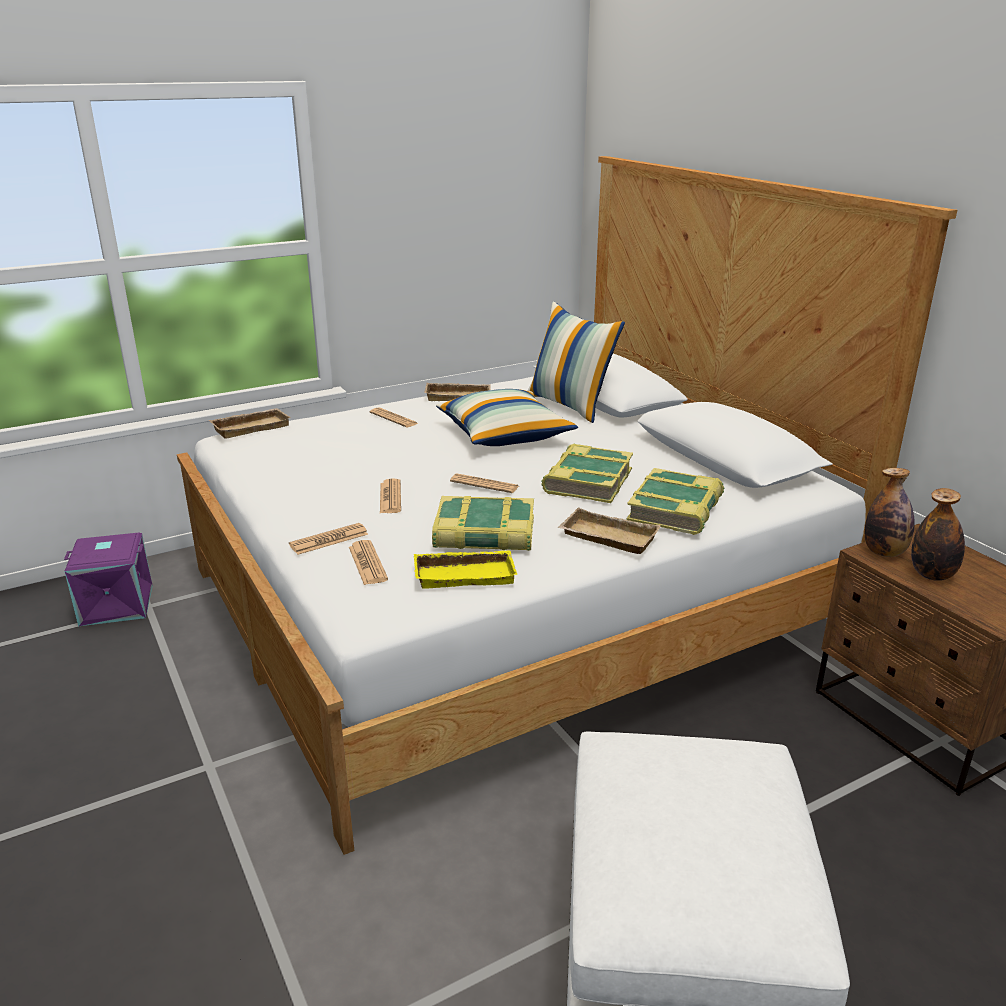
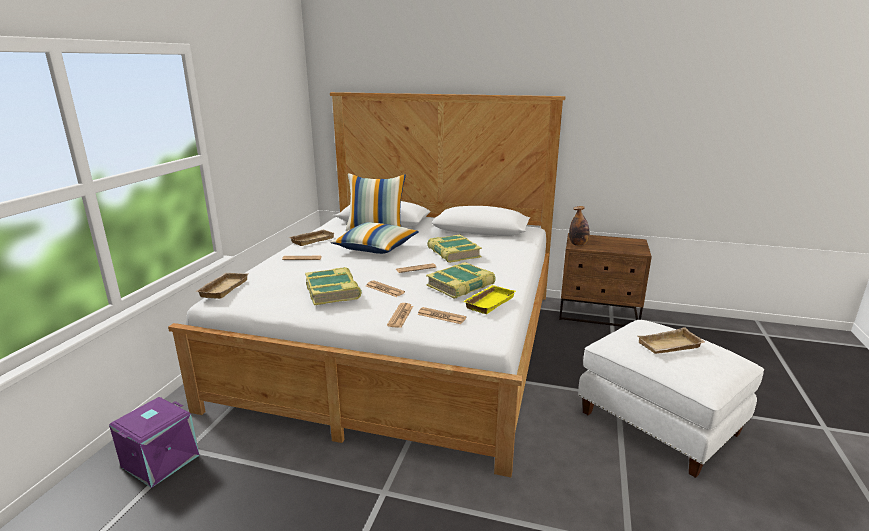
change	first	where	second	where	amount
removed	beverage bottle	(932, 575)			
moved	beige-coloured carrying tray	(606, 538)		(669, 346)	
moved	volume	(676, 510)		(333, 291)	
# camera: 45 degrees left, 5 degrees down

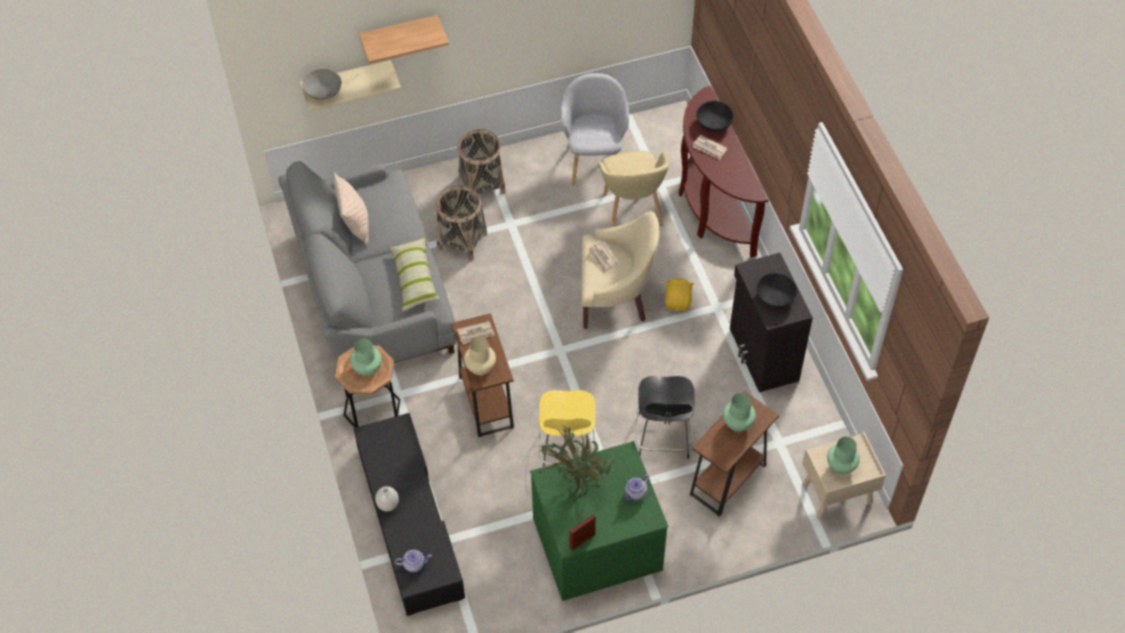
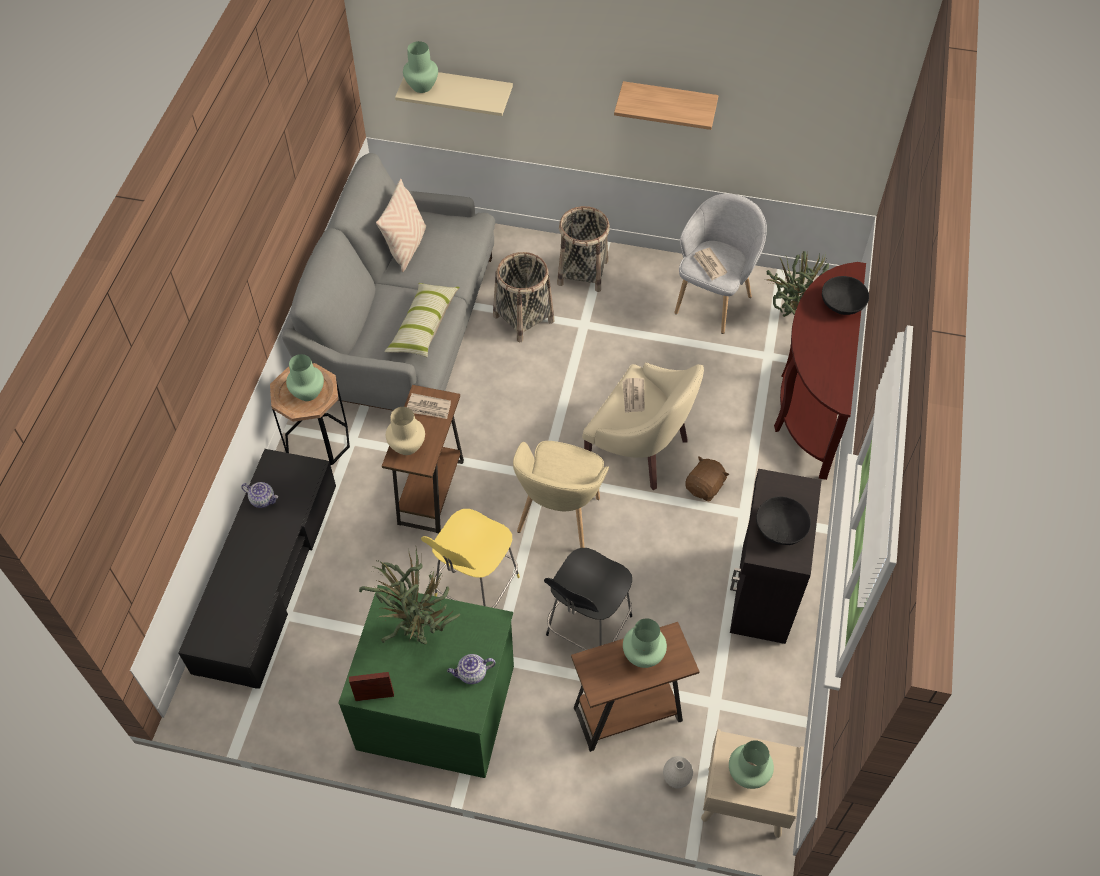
change	first	where	second	where	amount
added			potted plant	(793, 314)	
moved	shelf	(399, 35)		(669, 102)	
moved	white flower vase	(388, 505)		(676, 778)	
moved	teapot	(414, 564)		(263, 499)	
moved	beige-coloured armchair	(631, 212)		(559, 518)	
moved	daily paper	(709, 148)		(709, 265)	
replaced	greyish serving bowl	(323, 91)	green flower vase	(422, 86)	
recoloured	yellow plush toy	(678, 302)	brown-coloured plush toy	(705, 487)	
# camera: 30 degrees right, 0 degrees up

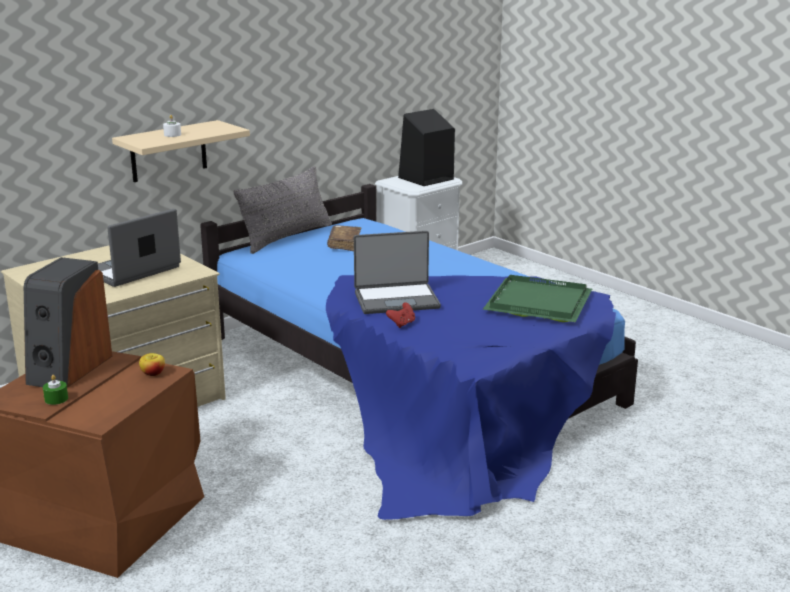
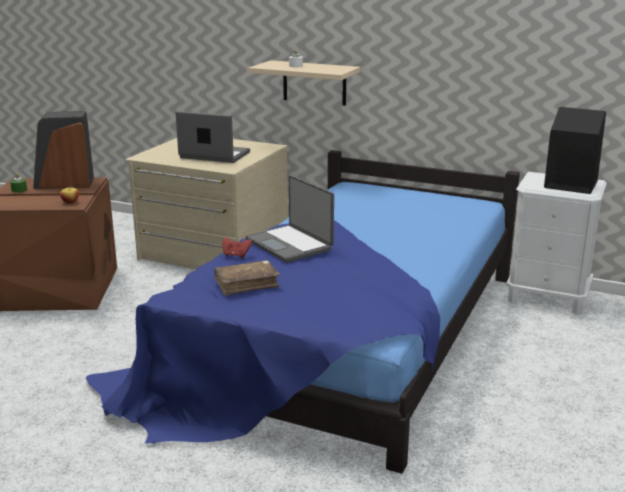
change	first	where	second	where	amount
removed	greyish pillow	(286, 237)			
removed	green carrying tray	(537, 302)			
moved	brown-coloured volume	(344, 244)		(246, 284)	
# camera: 65 degrees right, 0 degrees up

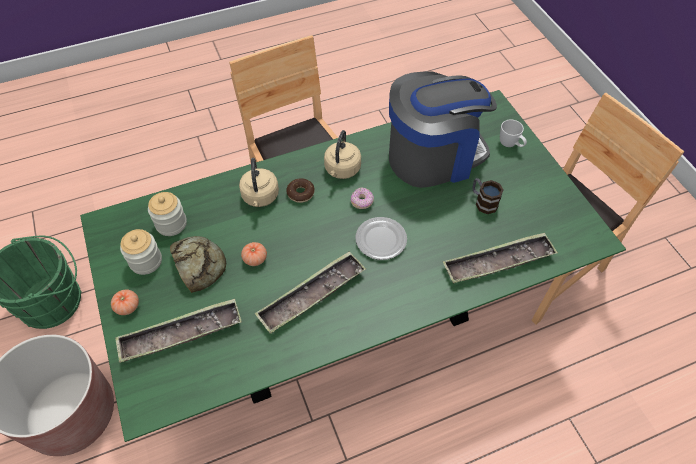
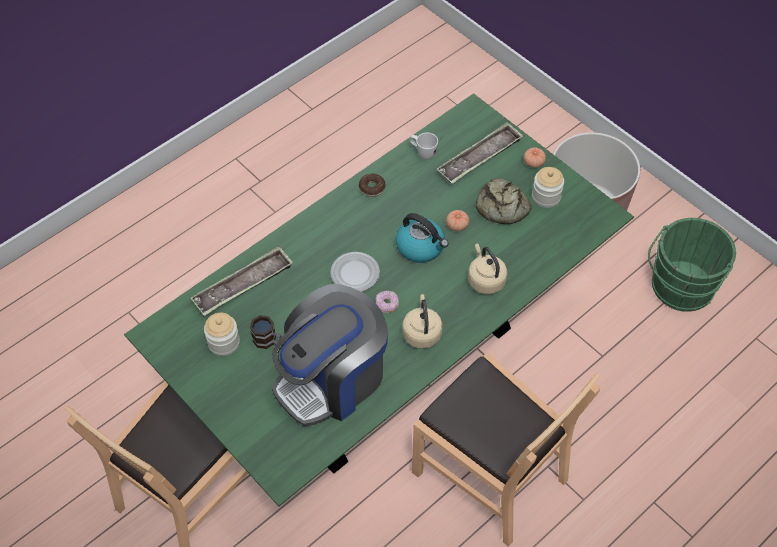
change	first	where	second	where	amount
removed	carrying tray	(311, 295)			
added			tea kettle	(421, 247)	
moved	preserve jar	(171, 224)		(224, 343)	
moved	ring doughnut	(300, 193)		(372, 188)	
moved	white mug	(510, 145)		(422, 153)	
# camera: 160 degrees right, 0 degrees up

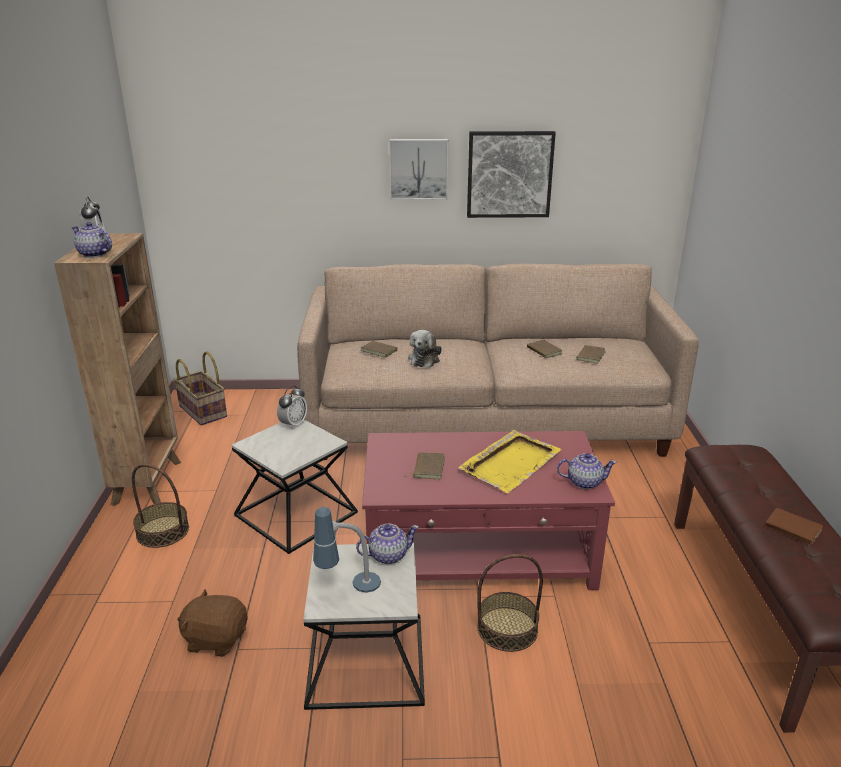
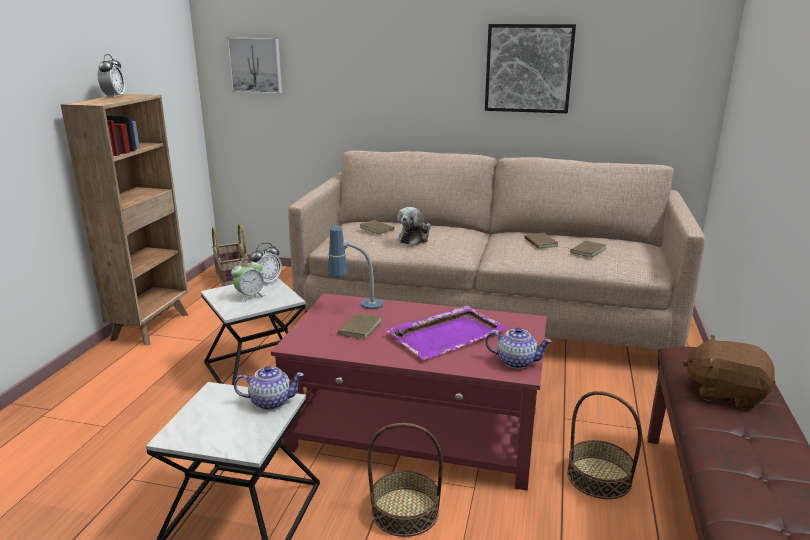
change	first	where	second	where	amount
removed	teapot	(95, 254)			
removed	brown-coloured volume	(792, 529)			
added			table clock	(250, 296)	
moved	storage basket	(163, 531)		(599, 477)	
moved	brown-coloured plush toy	(216, 639)		(725, 393)	
moved	lamp for a table	(349, 590)		(356, 306)	
moved	picture	(418, 169)		(256, 65)	
recoloured	yellow carrying tray	(511, 463)	purple carrying tray	(447, 334)	
# camera: 15 degrees right, 5 degrees down

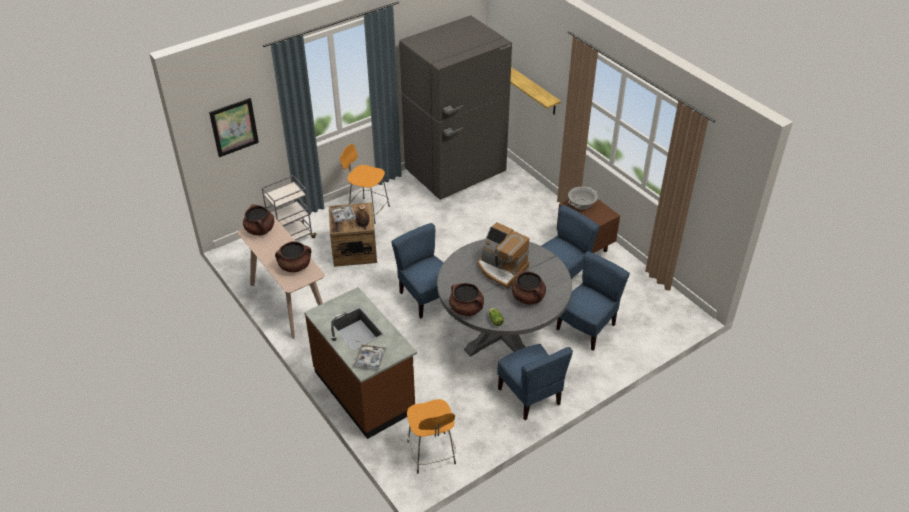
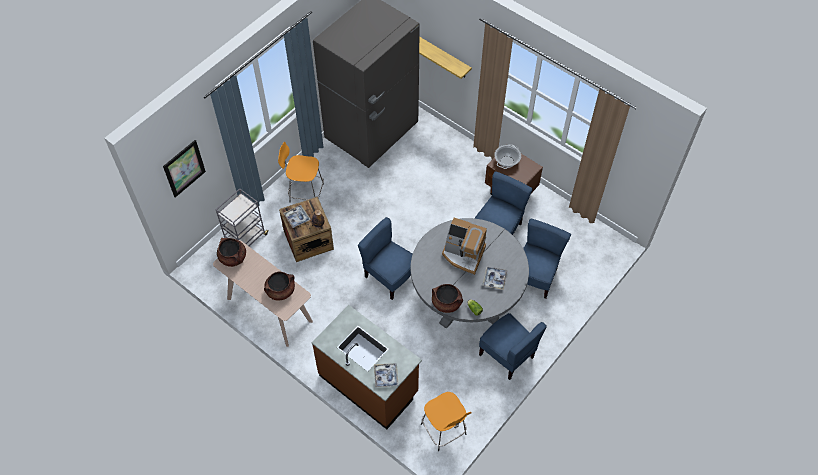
change	first	where	second	where	amount
replaced	brown-coloured stockpot	(528, 297)	carrying tray	(494, 279)	
# camera: 15 degrees left, 15 degrees up

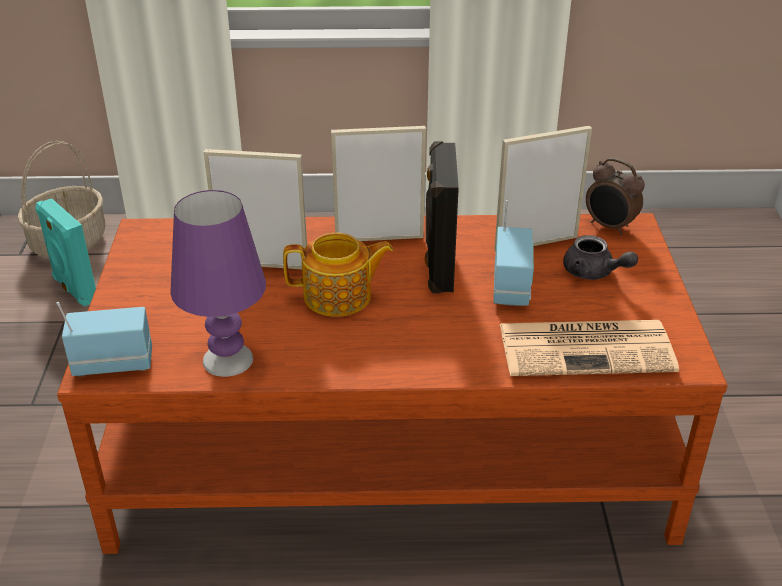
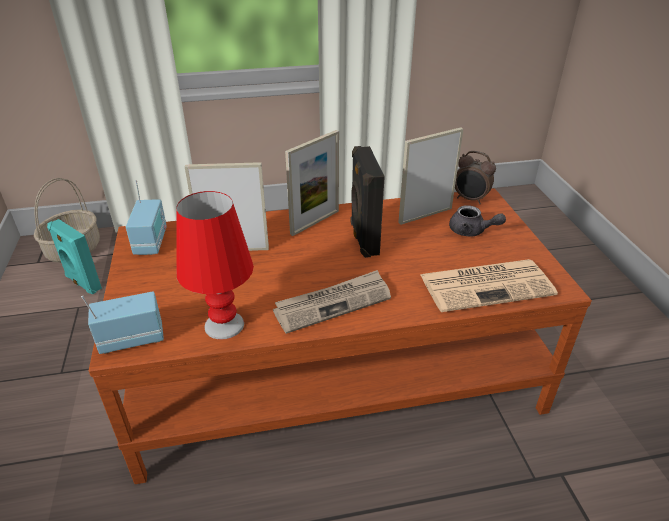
change	first	where	second	where	amount
removed	teapot	(339, 296)			
added			daily paper	(333, 303)	
moved	radio receiver	(512, 287)		(151, 242)	
recoloured	purple lamp for a table	(227, 359)	reddish lamp for a table	(224, 325)	
turned	standing frame	(379, 238)		(315, 222)	150 degrees clockwise
# camera: 10 degrees left, 0 degrees up

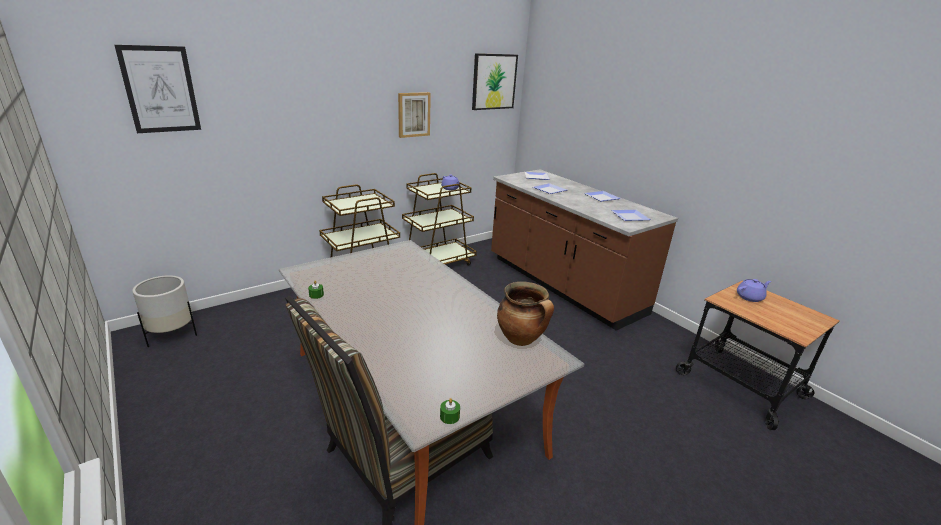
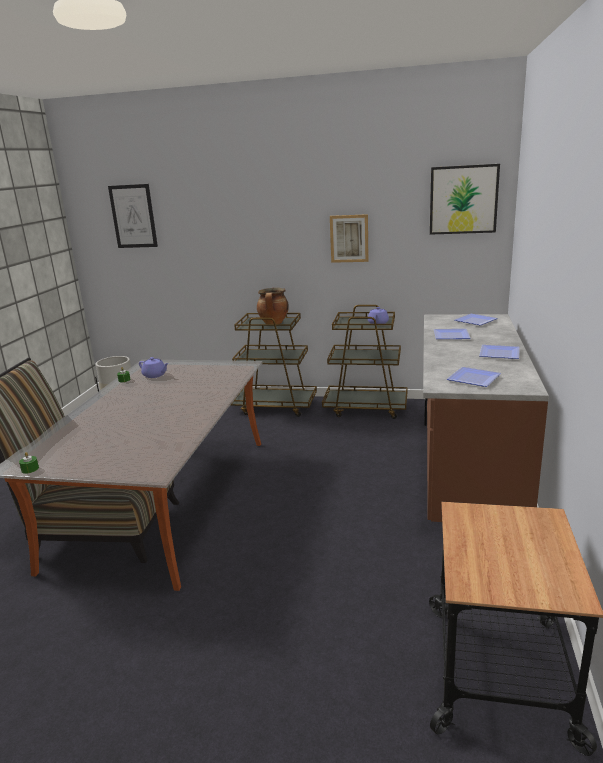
change	first	where	second	where	amount
moved	stockpot	(522, 339)		(274, 323)	
moved	purple teapot	(750, 297)		(155, 375)	
# camera: 50 degrees right, 5 degrees down

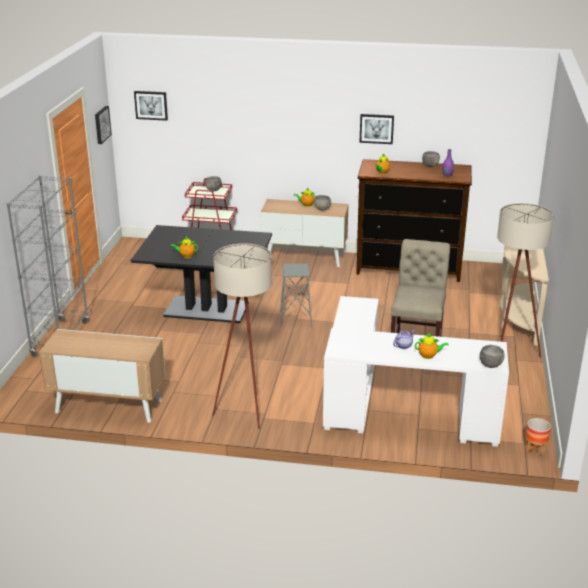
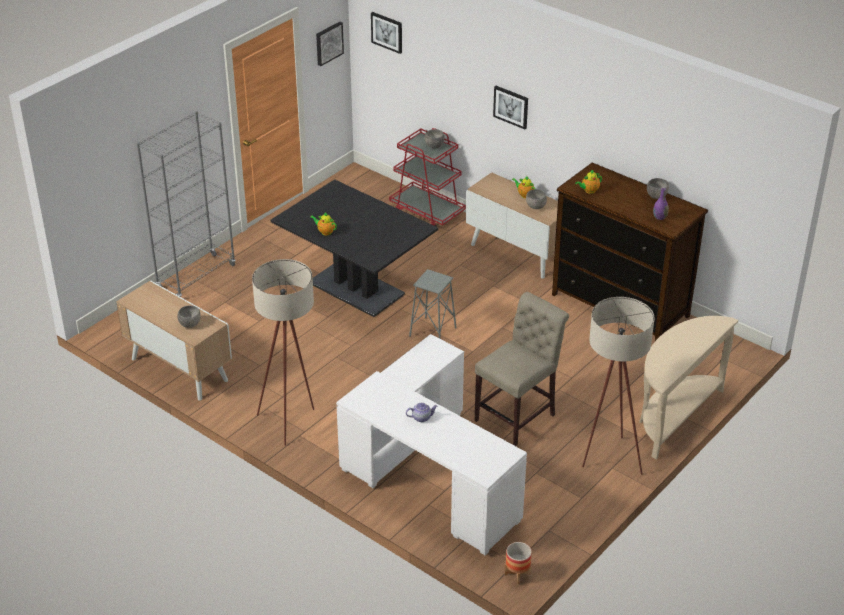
change	first	where	second	where	amount
removed	teapot	(429, 356)			
moved	picture	(376, 128)		(511, 106)	
moved	greyish serving bowl	(490, 365)		(190, 324)	
# camera: 30 degrees right, 10 degrees up

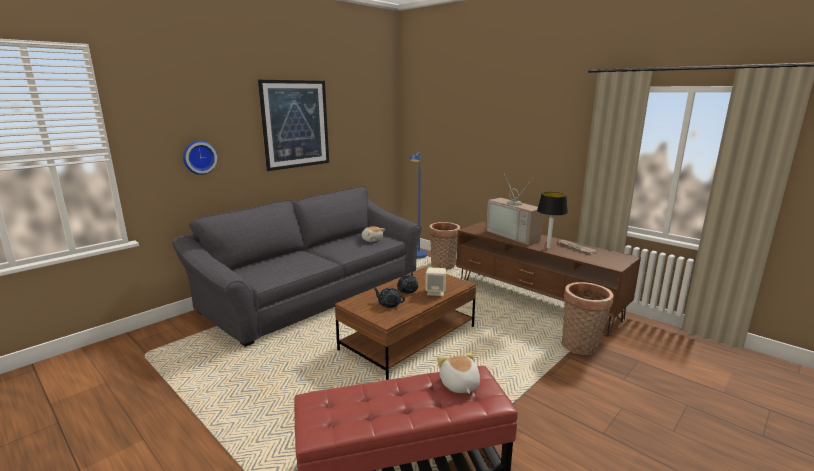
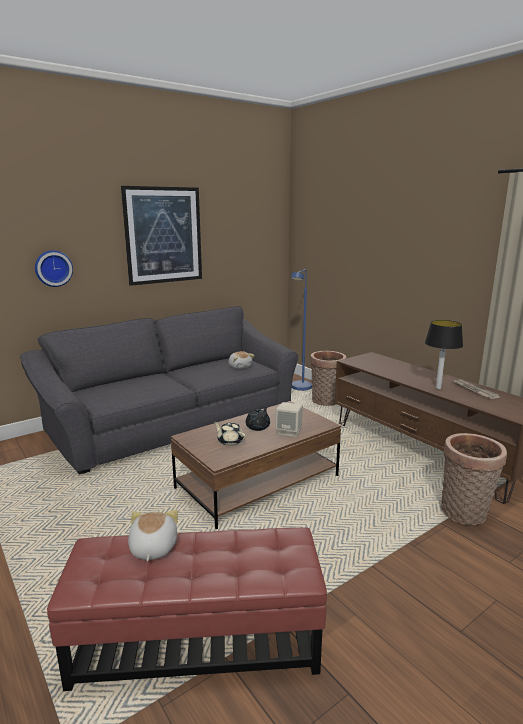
change	first	where	second	where	amount
removed	TV	(515, 235)			
moved	plush toy	(459, 385)		(152, 548)	
recoloured	black-coloured teapot	(389, 304)	beige-coloured teapot	(230, 441)	
# camera: 10 degrees right, 0 degrees up

